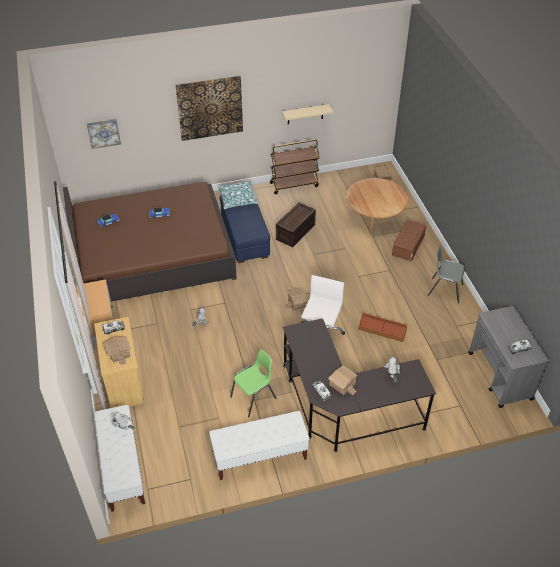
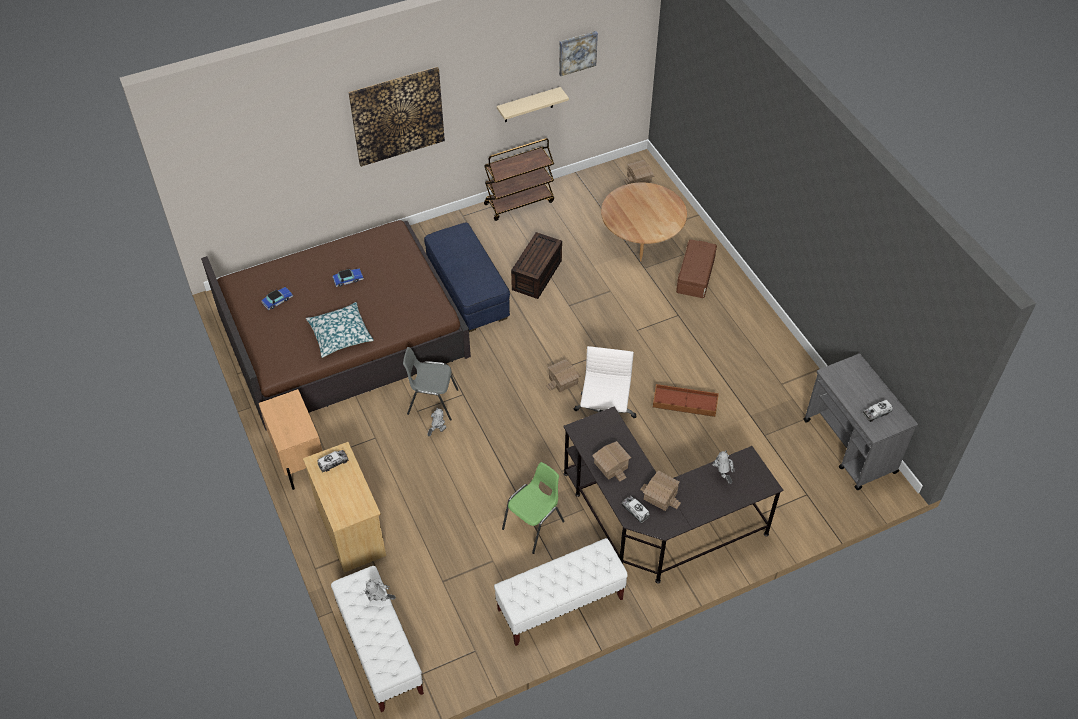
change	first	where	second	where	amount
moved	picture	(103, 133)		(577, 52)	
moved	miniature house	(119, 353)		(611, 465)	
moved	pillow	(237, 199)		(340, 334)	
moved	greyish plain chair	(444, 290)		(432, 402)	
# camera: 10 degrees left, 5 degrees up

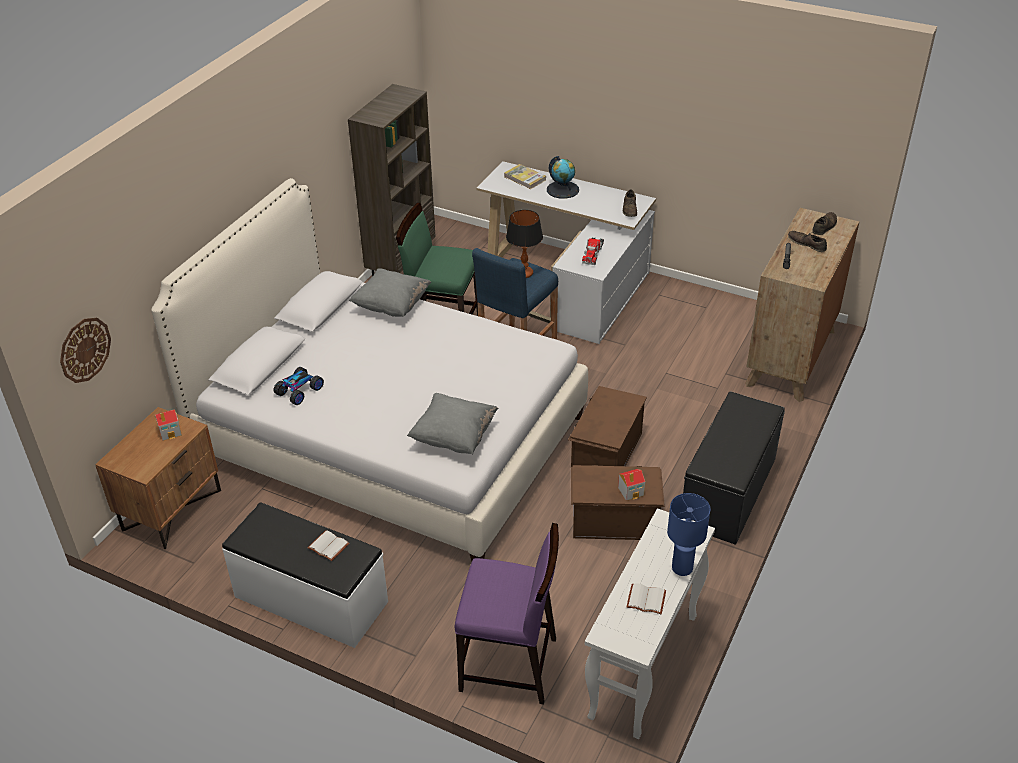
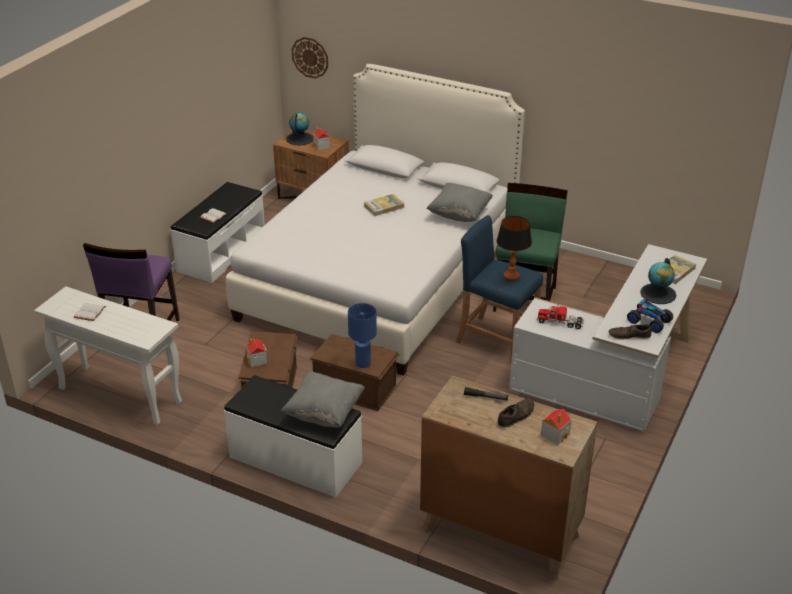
change	first	where	second	where	amount
removed	brown-coloured bookshelf	(401, 267)			
added			globe	(299, 139)	
added			volume	(384, 206)	
moved	miniature car	(300, 391)		(649, 322)	
moved	greyish pillow	(454, 437)		(324, 413)	
moved	blue-coloured lamp for a table	(682, 568)		(362, 364)	
replaced	brown-coloured shoe	(824, 226)	miniature house	(555, 435)	
recoloured	black-coloured long seat	(729, 491)	white long seat	(295, 460)	
# camera: 90 degrees right, 5 degrees down

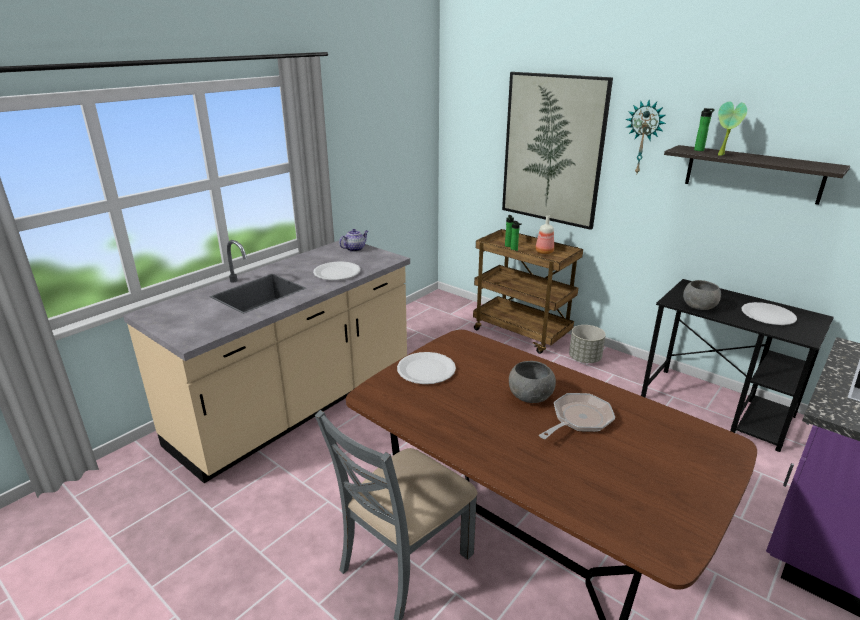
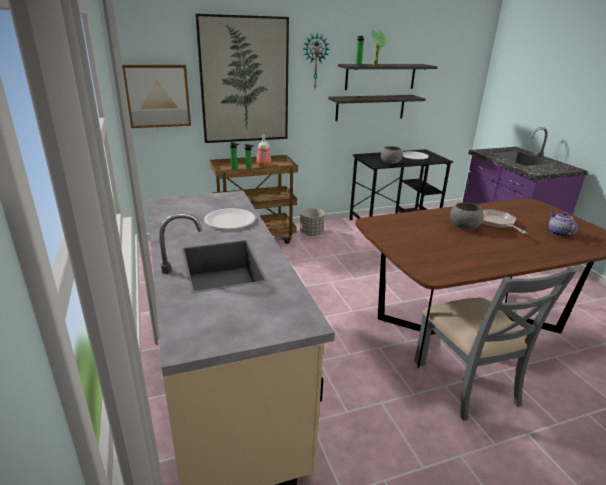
change	first	where	second	where	amount
removed	white dinner plate	(426, 370)			
added			picture	(157, 96)	
added			shelf	(370, 107)	
moved	teapot	(355, 249)		(558, 233)	
# camera: 60 degrees left, 0 degrees up

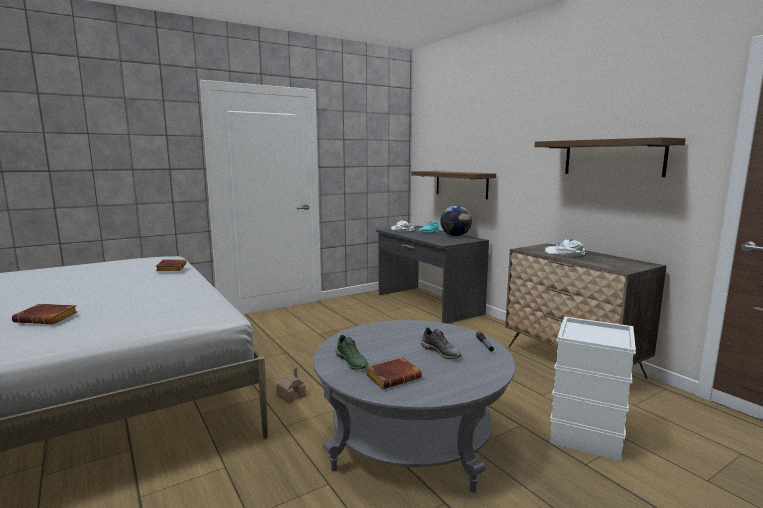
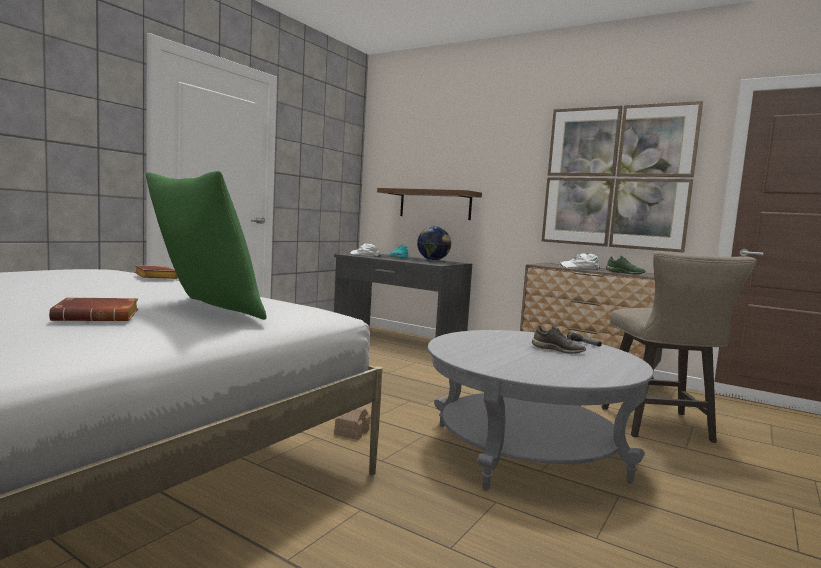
change	first	where	second	where	amount
removed	brown-coloured volume	(393, 377)			
added			green pillow	(203, 310)	
moved	green shoe	(352, 362)		(625, 273)	
replaced	brown-coloured shelf	(612, 158)	picture	(616, 177)	
replaced	white storage box	(585, 435)	beige-coloured sitting stool	(660, 427)	
# camera: 25 degrees left, 5 degrees down

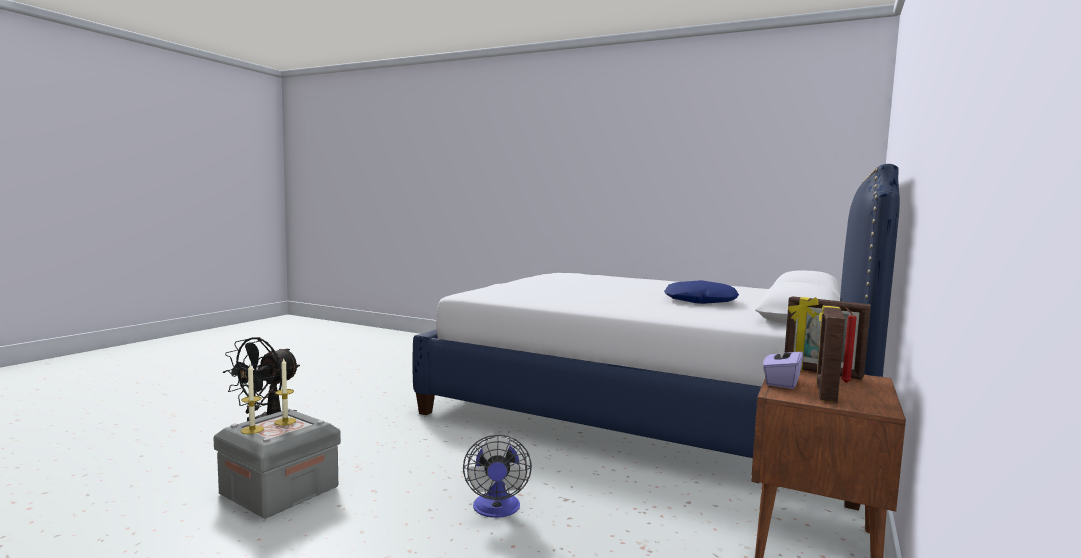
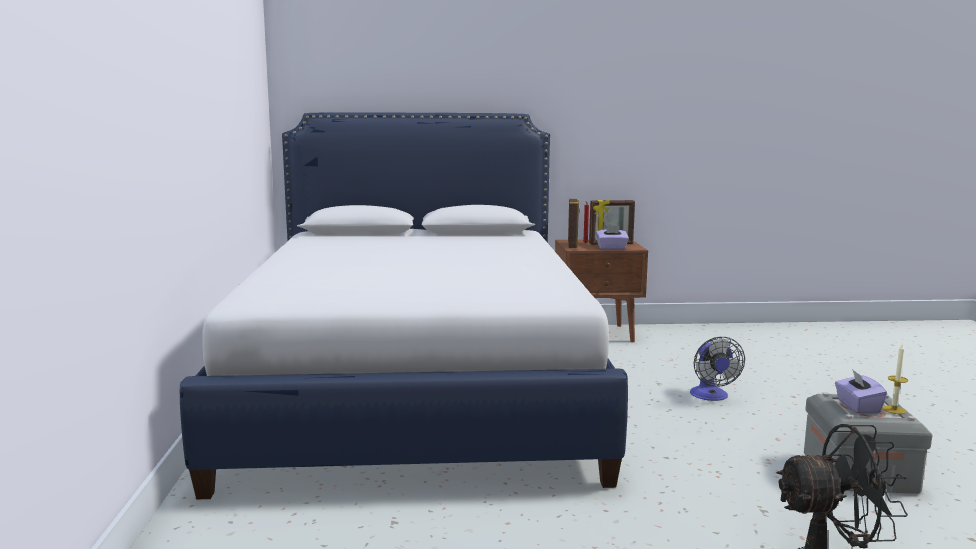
change	first	where	second	where	amount
removed	blue-coloured pillow	(700, 301)			
replaced	wax candle	(285, 421)	purple tissue box	(857, 407)	
turned	fan	(496, 510)		(711, 396)	120 degrees clockwise
# camera: 120 degrees left, 5 degrees up

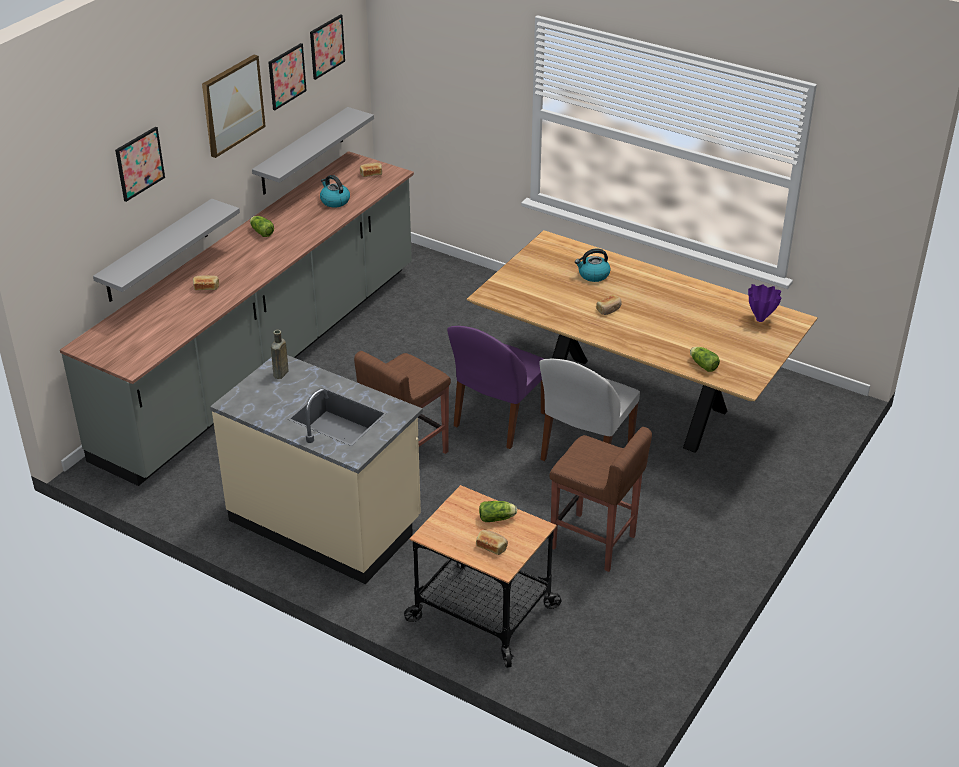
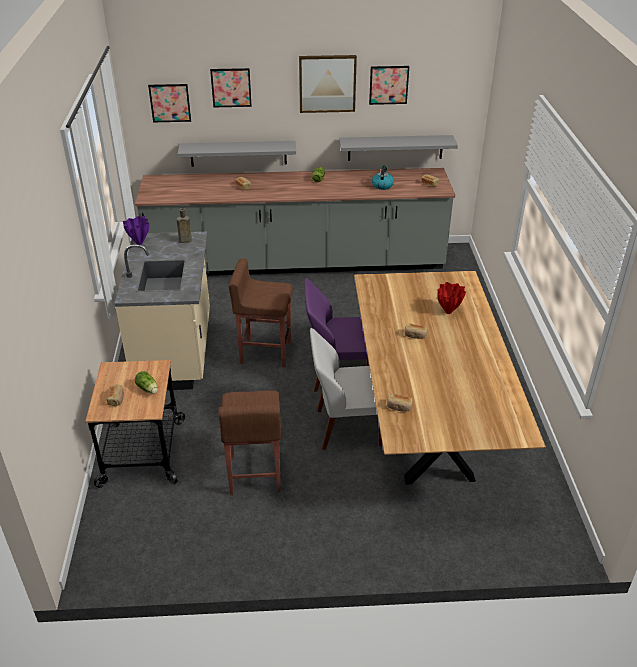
change	first	where	second	where	amount
moved	picture	(327, 46)		(170, 103)	
moved	purple flower vase	(760, 320)		(139, 243)	
replaced	tea kettle	(593, 275)	reddish flower vase	(449, 312)	
replaced	lettuce head	(702, 364)	baked bread	(399, 407)	
# camera: 55 degrees right, 0 degrees up

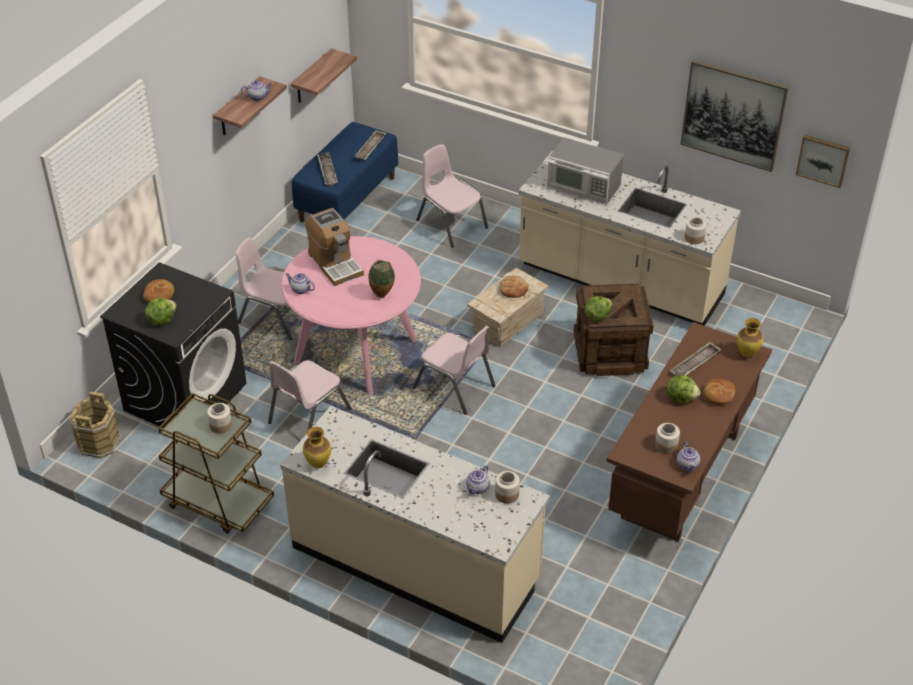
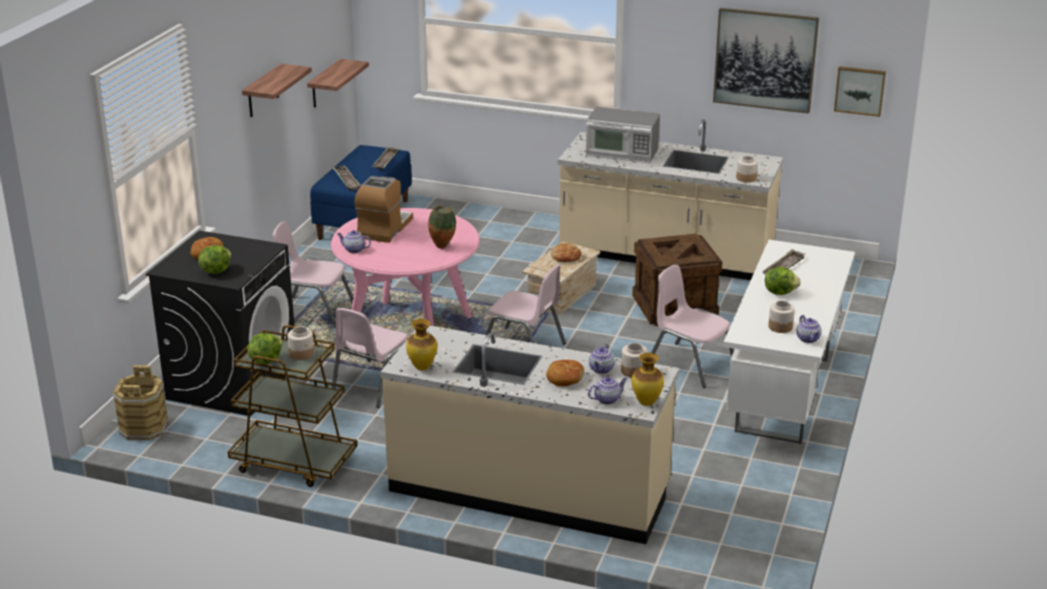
change	first	where	second	where	amount
moved	teapot	(258, 97)		(607, 399)	
moved	pink plain chair	(451, 224)		(690, 364)	
moved	lettuce head	(597, 316)		(265, 360)	
moved	baked bread	(718, 395)		(564, 378)	
moved	flower vase	(747, 354)		(647, 403)	
recoloured	brown-coloured desk unit	(681, 477)	white desk unit	(784, 394)	
turned	coffee maker	(335, 263)		(384, 229)	120 degrees counterclockwise
# camera: 10 degrees left, 15 degrees down

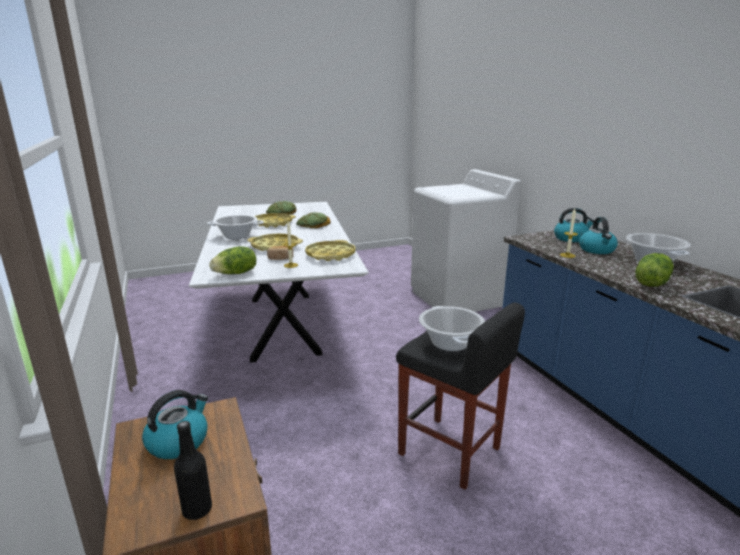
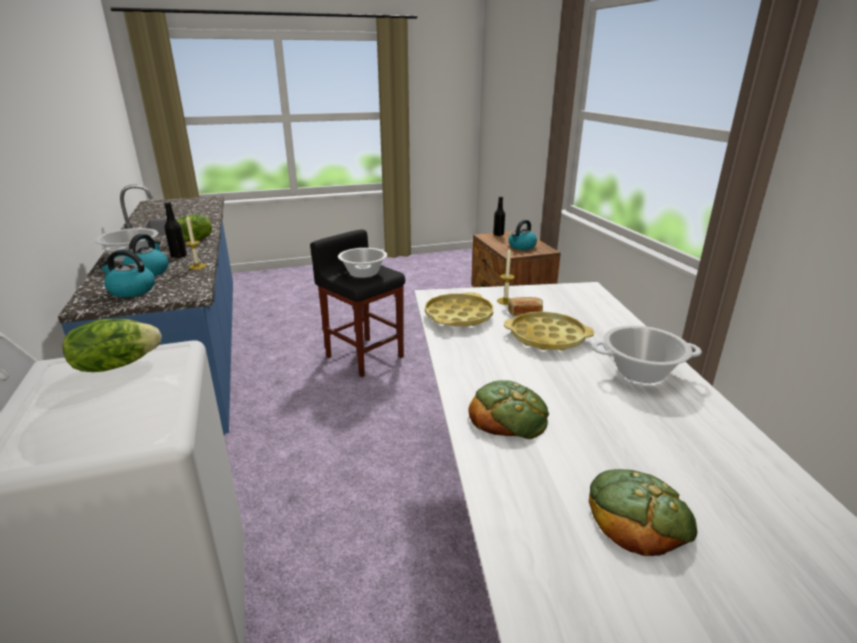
change	first	where	second	where	amount
removed	yellow carrying tray	(272, 224)			
added			black-coloured beverage bottle	(179, 256)	
moved	lettuce head	(236, 273)		(116, 365)	
# camera: 175 degrees left, 5 degrees up

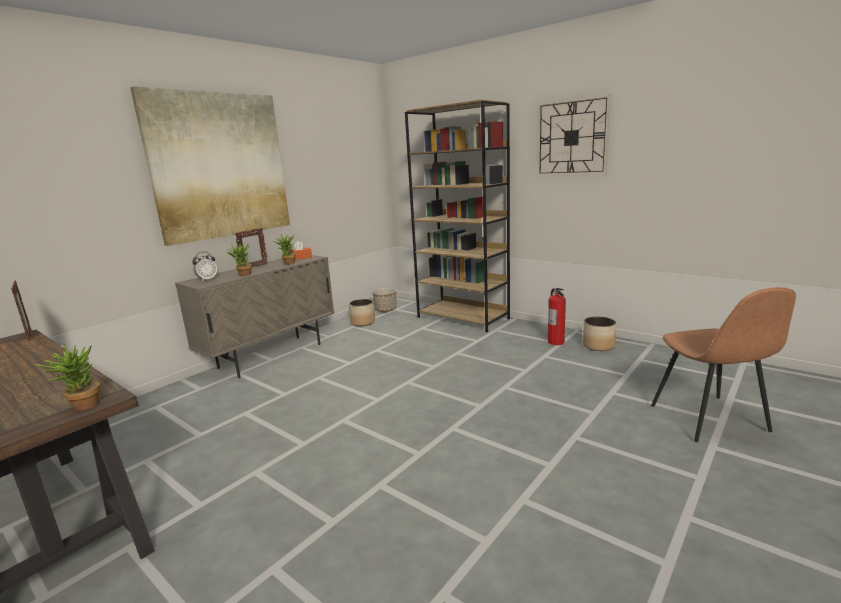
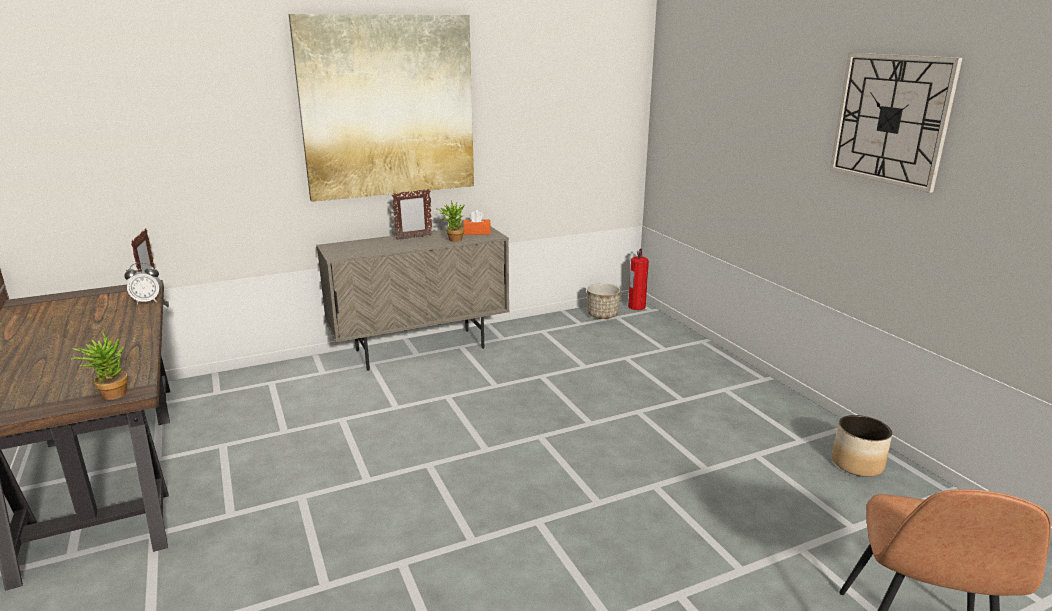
change	first	where	second	where	amount
removed	potted plant	(243, 275)			
removed	plant pot	(363, 322)			
removed	brown-coloured bookshelf	(463, 318)			
moved	table clock	(207, 279)		(147, 301)	
moved	fire extinguisher	(555, 342)		(636, 306)	
# camera: 25 degrees right, 5 degrees up

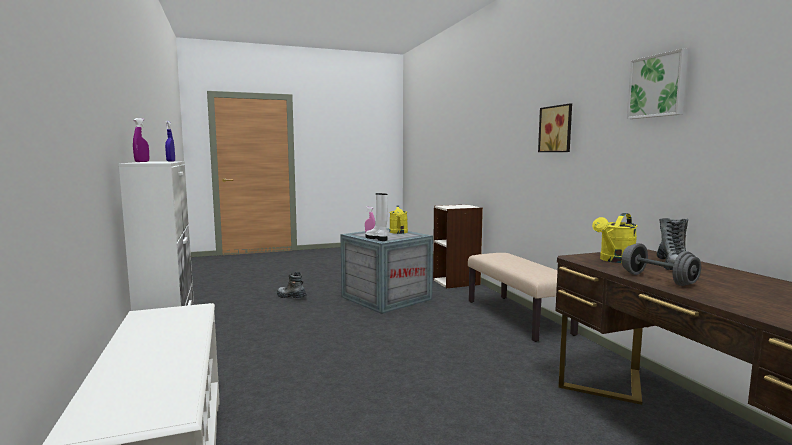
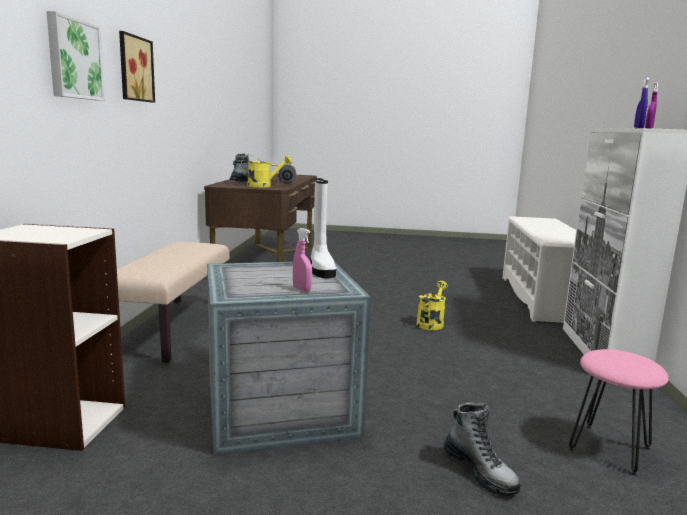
change	first	where	second	where	amount
added			pink sitting stool	(609, 449)	
moved	yellow watering can	(398, 232)		(431, 323)	
moved	picture	(658, 86)		(73, 59)	
# camera: 155 degrees left, 5 degrees up

